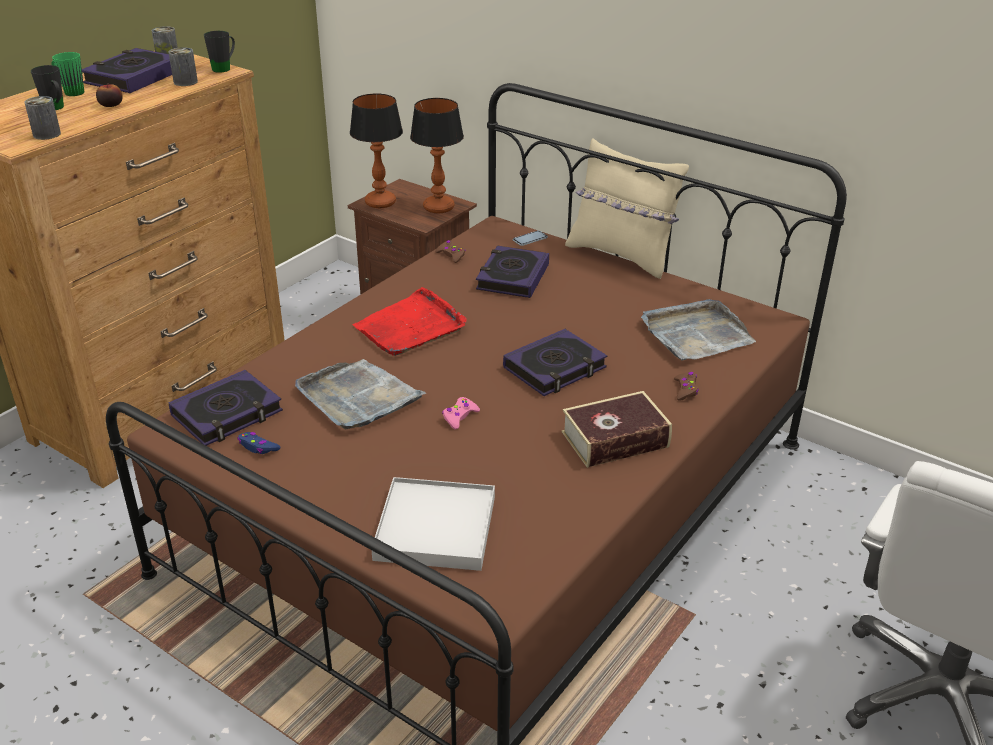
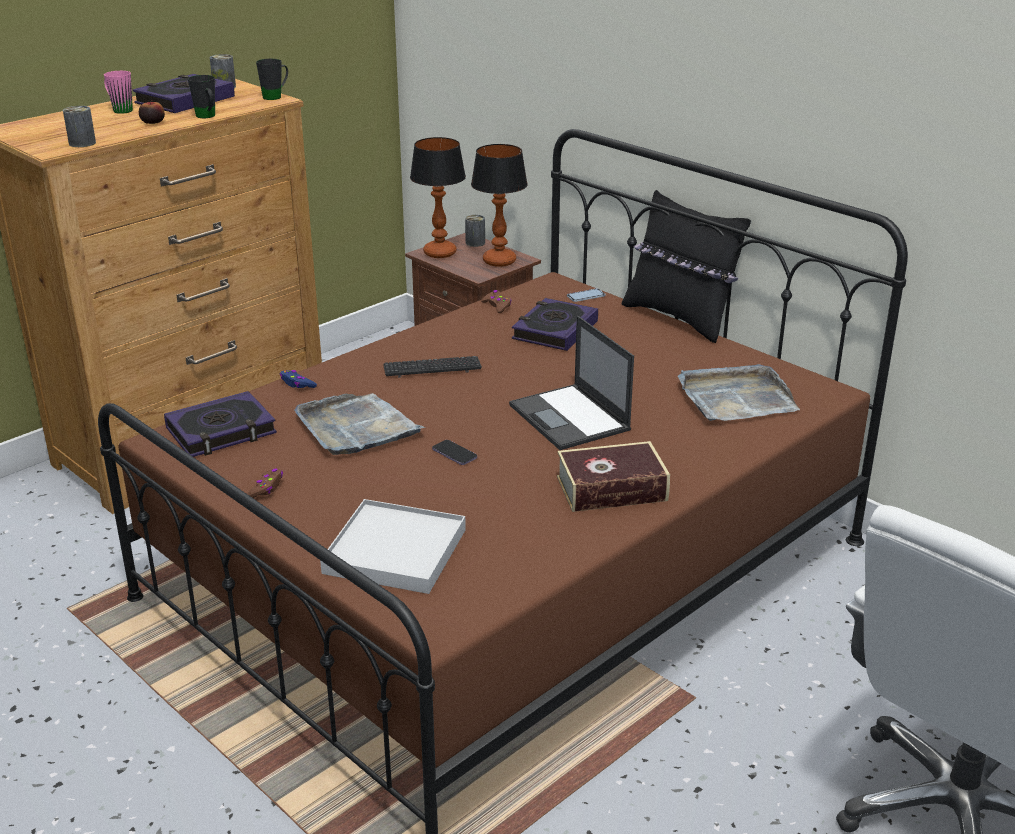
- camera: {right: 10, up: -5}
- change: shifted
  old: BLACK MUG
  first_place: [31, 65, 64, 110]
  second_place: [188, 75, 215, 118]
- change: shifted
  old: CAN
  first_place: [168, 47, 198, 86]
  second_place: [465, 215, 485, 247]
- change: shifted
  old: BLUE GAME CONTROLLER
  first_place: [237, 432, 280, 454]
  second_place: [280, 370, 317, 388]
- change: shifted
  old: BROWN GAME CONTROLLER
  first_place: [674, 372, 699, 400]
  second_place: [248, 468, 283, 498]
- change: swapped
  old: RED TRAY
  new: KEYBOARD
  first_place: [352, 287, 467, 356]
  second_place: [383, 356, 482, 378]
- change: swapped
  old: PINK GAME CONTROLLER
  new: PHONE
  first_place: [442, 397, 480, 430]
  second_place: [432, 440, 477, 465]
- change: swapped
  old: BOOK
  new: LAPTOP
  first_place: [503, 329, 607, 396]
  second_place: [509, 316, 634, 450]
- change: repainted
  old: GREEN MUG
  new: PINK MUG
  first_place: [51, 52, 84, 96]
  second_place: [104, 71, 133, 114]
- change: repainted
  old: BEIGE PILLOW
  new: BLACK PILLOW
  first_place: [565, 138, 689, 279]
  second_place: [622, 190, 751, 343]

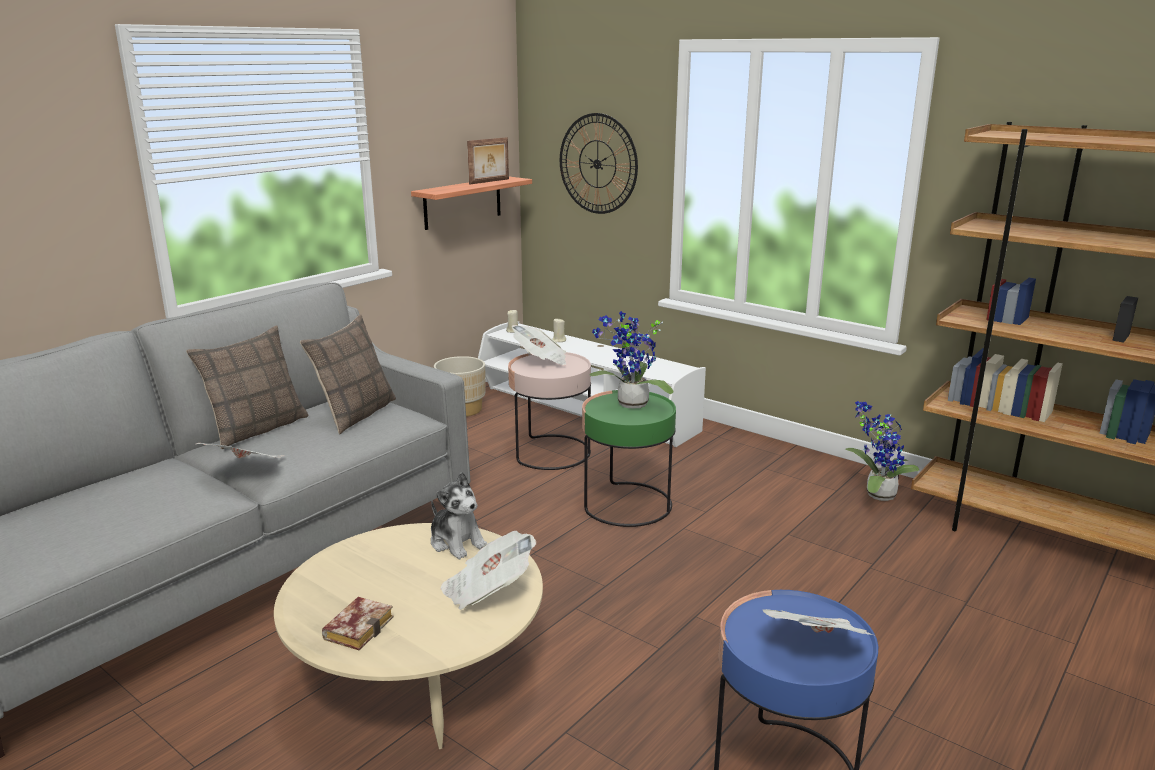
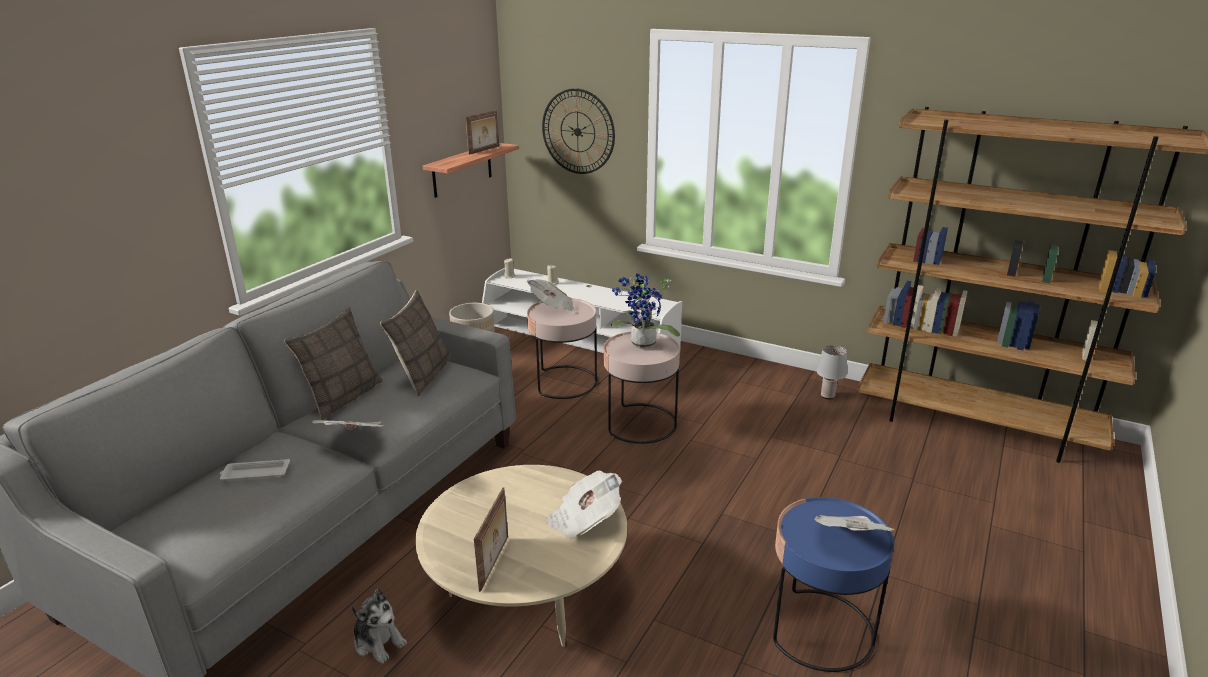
- camera: {right: -10, up: 5}
- change: new
  new: WHITE TRAY
  second_place: [220, 459, 290, 481]
- change: shifted
  old: PLUSH TOY
  first_place: [431, 472, 487, 559]
  second_place: [352, 589, 407, 664]
- change: swapped
  old: BOOK
  new: PICTURE FRAME
  first_place: [322, 597, 393, 651]
  second_place: [474, 487, 508, 592]
- change: swapped
  old: POTTED PLANT
  new: GREY TABLE LAMP
  first_place: [845, 401, 919, 501]
  second_place: [817, 345, 847, 399]
- change: repainted
  old: GREEN SIDE TABLE
  new: PINK SIDE TABLE
  first_place: [582, 390, 676, 527]
  second_place: [604, 331, 680, 444]

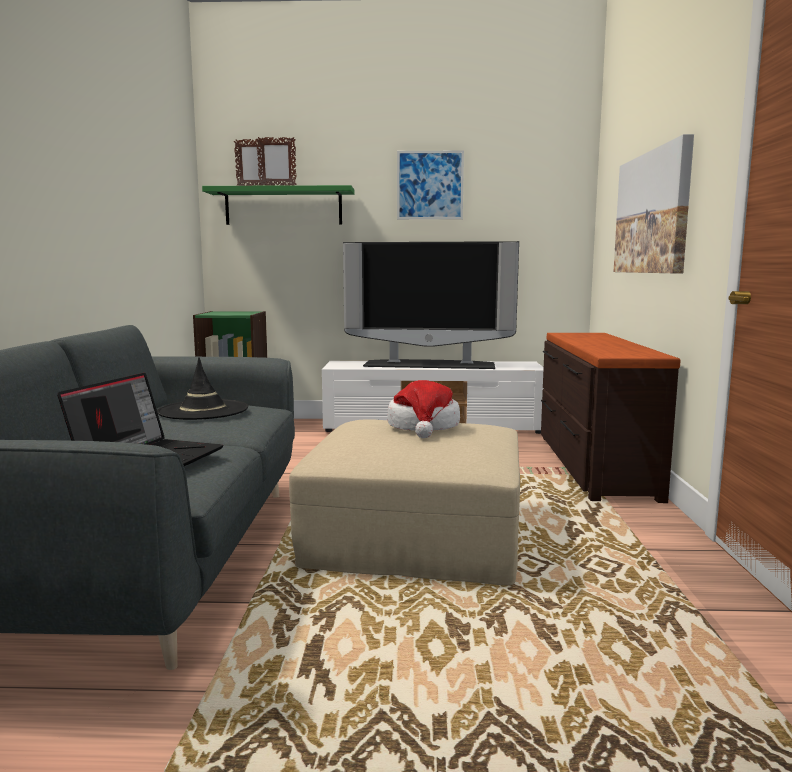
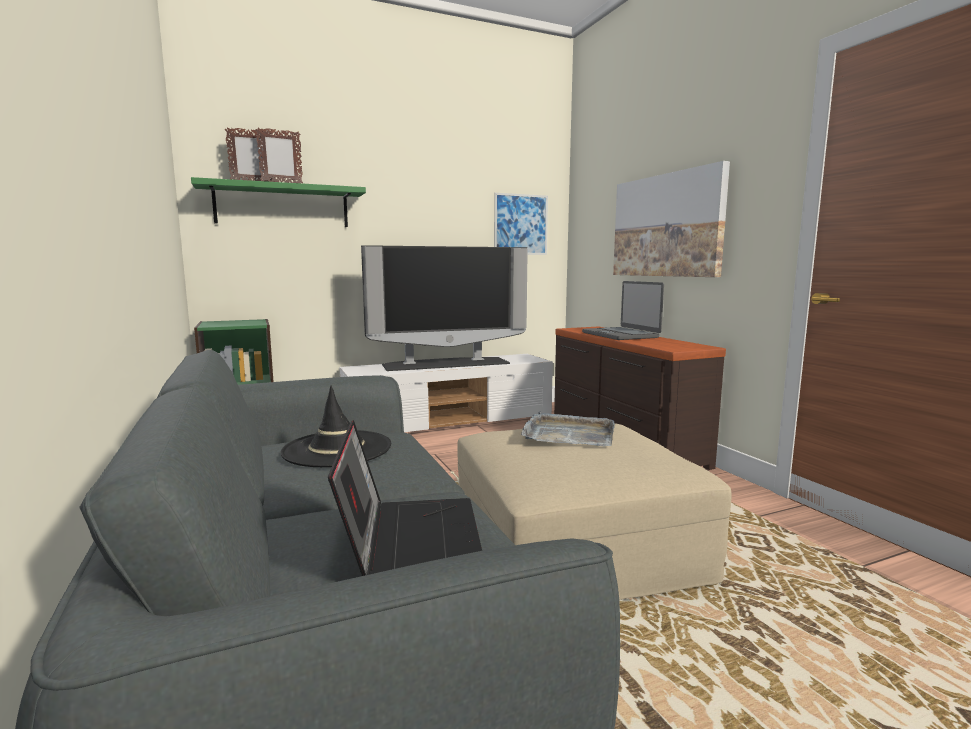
- camera: {right: -25, up: 0}
- change: new
  new: LAPTOP
  second_place: [582, 281, 664, 340]
- change: shifted
  old: PICTURE
  first_place: [397, 151, 464, 219]
  second_place: [494, 193, 548, 255]
- change: swapped
  old: HAT
  new: GREY TRAY
  first_place: [387, 380, 460, 438]
  second_place: [521, 412, 615, 446]

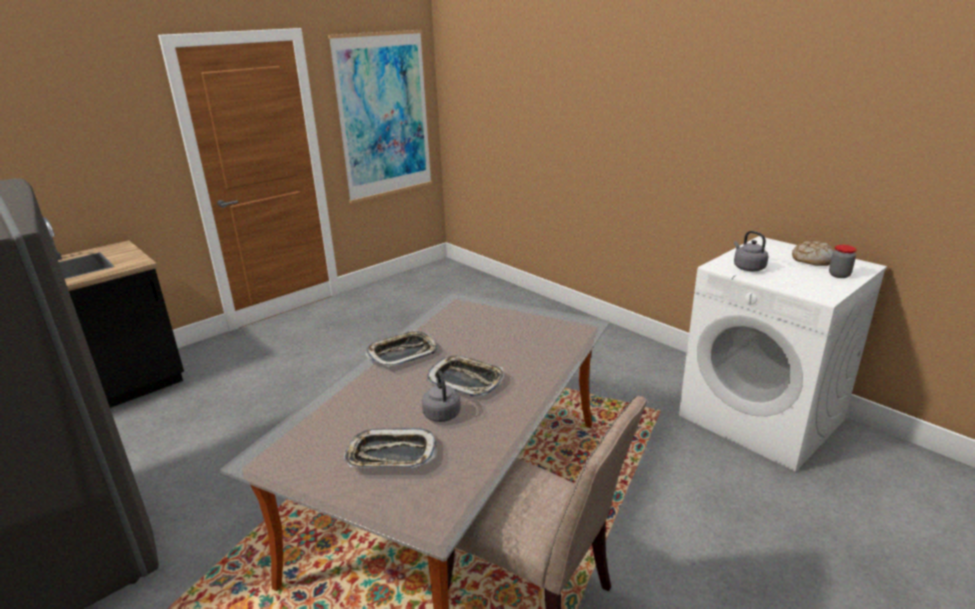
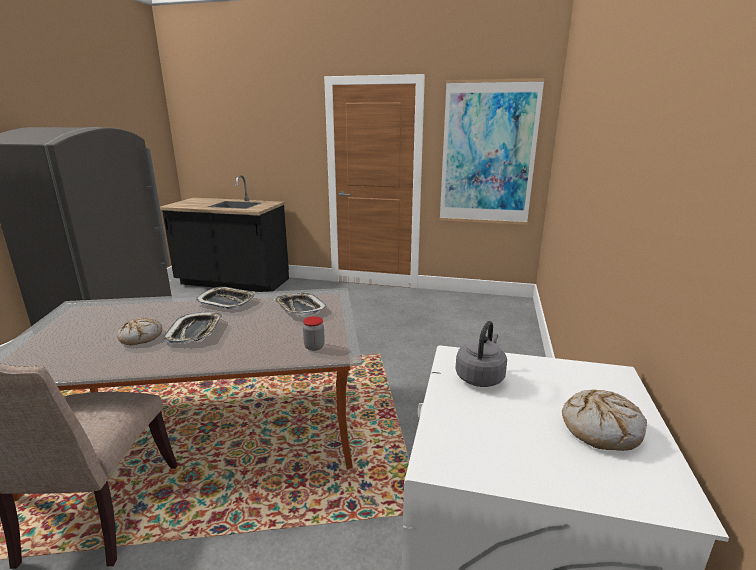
- camera: {right: 55, up: -5}
- change: shifted
  old: TRAY
  first_place: [344, 428, 438, 468]
  second_place: [274, 293, 328, 316]
- change: shifted
  old: JAR
  first_place: [829, 245, 857, 278]
  second_place: [303, 316, 325, 351]
- change: swapped
  old: GREY KETTLE
  new: BREAD
  first_place: [422, 370, 461, 422]
  second_place: [117, 317, 163, 345]

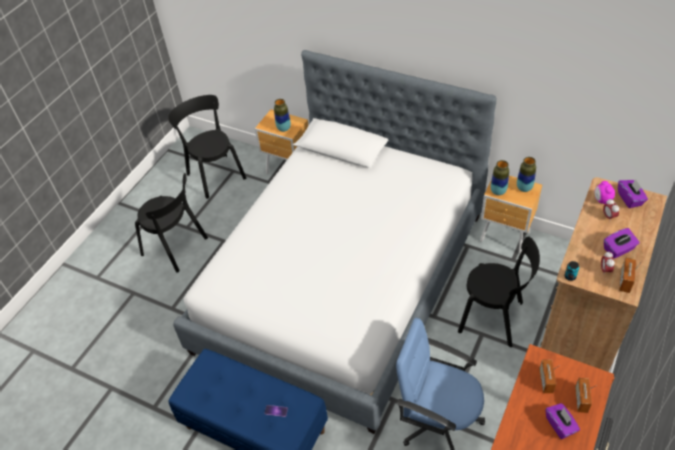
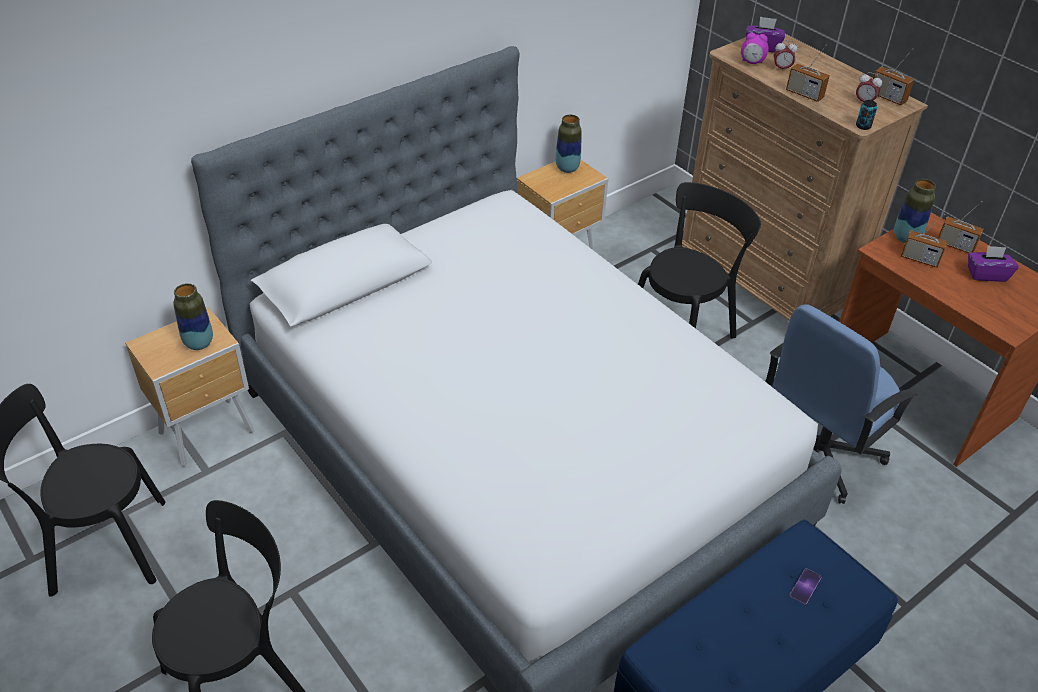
- camera: {right: -70, up: -5}
- change: gone
  old: PURPLE TISSUE BOX
  first_place: [604, 228, 640, 259]
- change: new
  new: RADIO
  second_place: [786, 45, 830, 102]
- change: shifted
  old: VASE
  first_place: [490, 160, 509, 195]
  second_place: [894, 179, 936, 243]

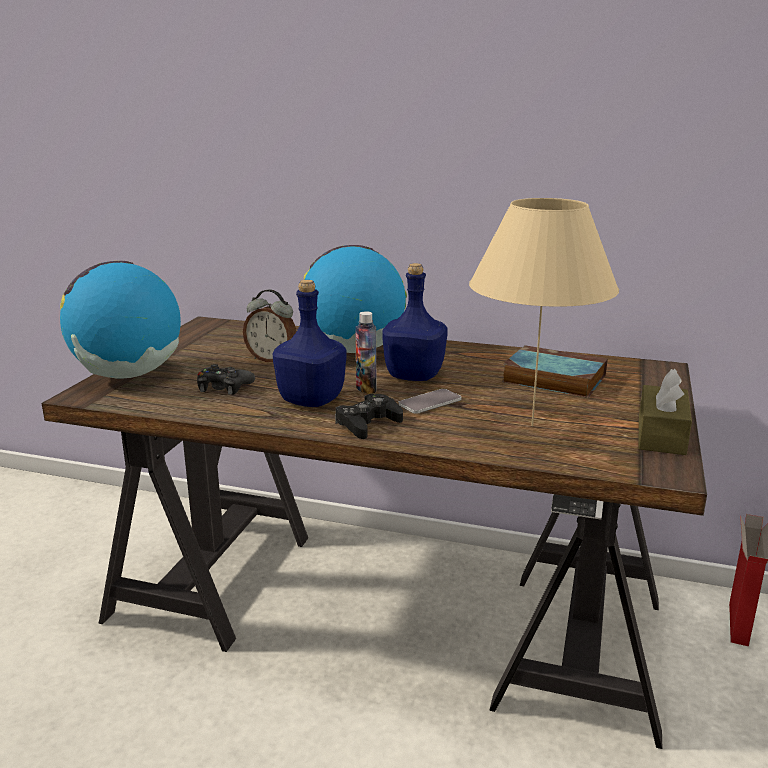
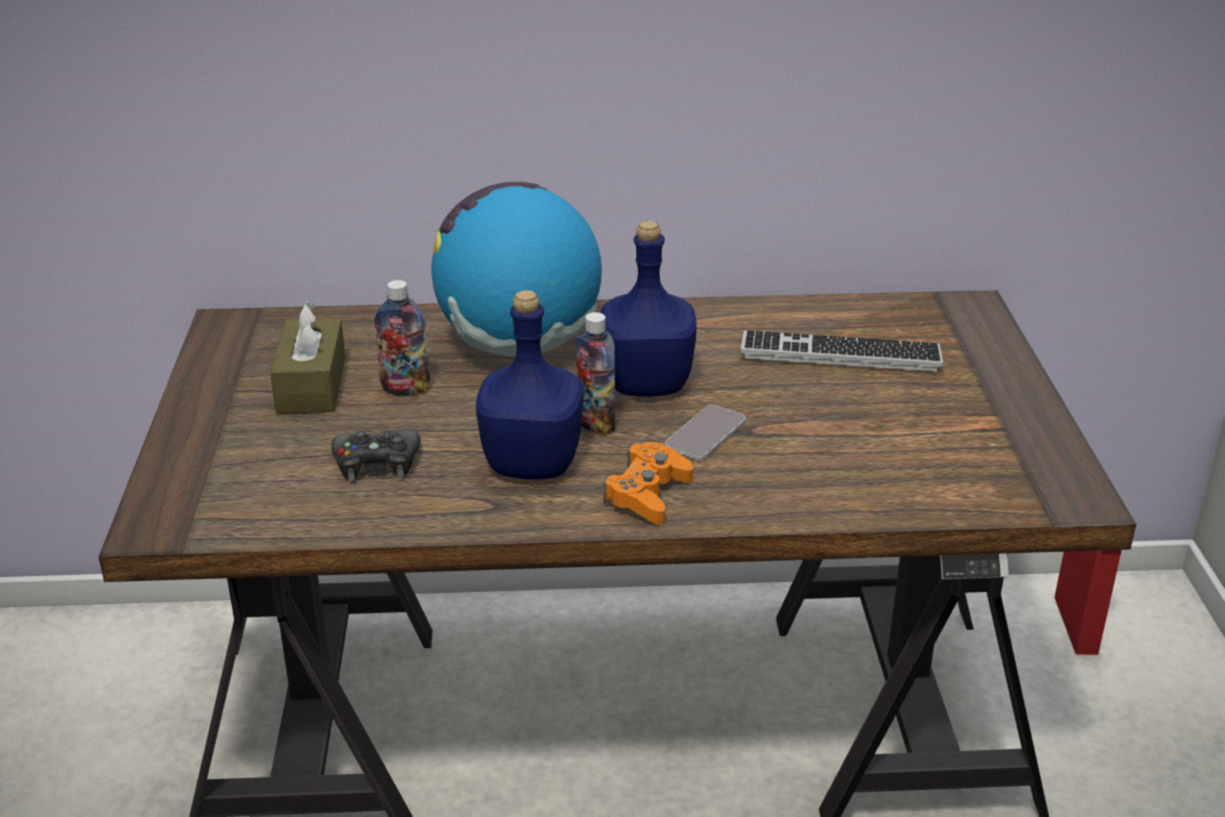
- camera: {right: -20, up: 10}
- change: gone
  old: GLOBE
  first_place: [60, 261, 181, 378]
- change: gone
  old: BEIGE TABLE LAMP
  first_place: [469, 198, 619, 426]
- change: shifted
  old: BROWN TISSUE BOX
  first_place: [638, 369, 692, 455]
  second_place: [270, 301, 346, 413]
- change: swapped
  old: ALARM CLOCK
  new: BOTTLE
  first_place: [243, 289, 297, 362]
  second_place: [374, 280, 430, 396]
- change: swapped
  old: BOOK
  new: KEYBOARD
  first_place: [502, 345, 608, 398]
  second_place: [740, 331, 943, 372]
- change: repainted
  old: BLACK GAME CONTROLLER
  new: ORANGE GAME CONTROLLER
  first_place: [335, 394, 403, 439]
  second_place: [604, 442, 693, 524]

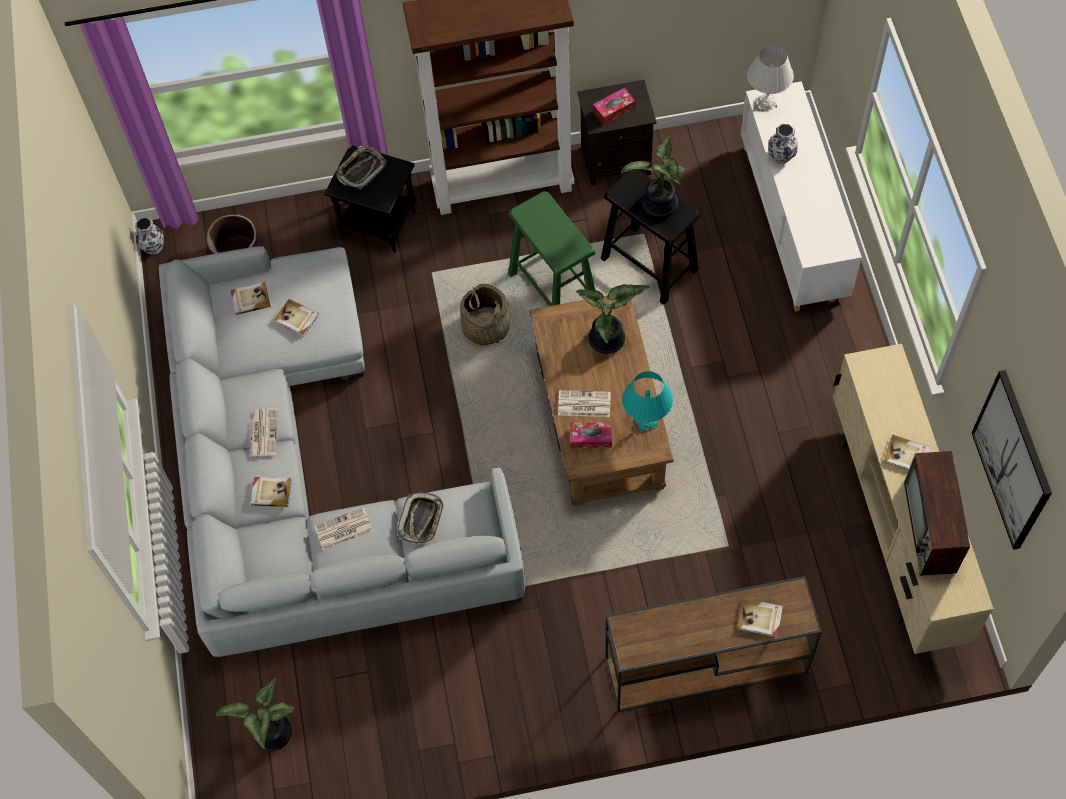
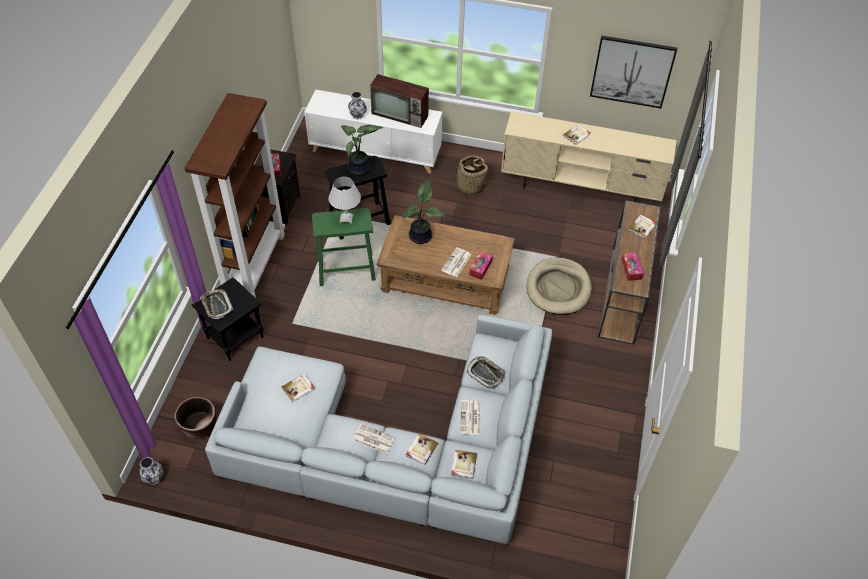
- camera: {right: -70, up: -10}
- change: gone
  old: POTTED PLANT
  first_place: [216, 678, 294, 751]
- change: gone
  old: TURQUOISE TABLE LAMP
  first_place: [622, 371, 673, 432]
- change: new
  new: BEIGE DOG BED
  second_place: [526, 257, 592, 315]
- change: new
  new: TISSUE BOX
  second_place: [621, 253, 643, 281]
- change: shifted
  old: BOOK
  first_place: [231, 282, 271, 315]
  second_place: [451, 449, 477, 479]
- change: shifted
  old: BASKET
  first_place: [460, 284, 510, 345]
  second_place: [455, 155, 488, 195]
- change: shifted
  old: WHITE TABLE LAMP
  first_place: [747, 46, 794, 112]
  second_place: [328, 176, 361, 224]
- change: shifted
  old: TELEVISION
  first_place: [904, 451, 970, 576]
  second_place: [370, 74, 429, 128]

